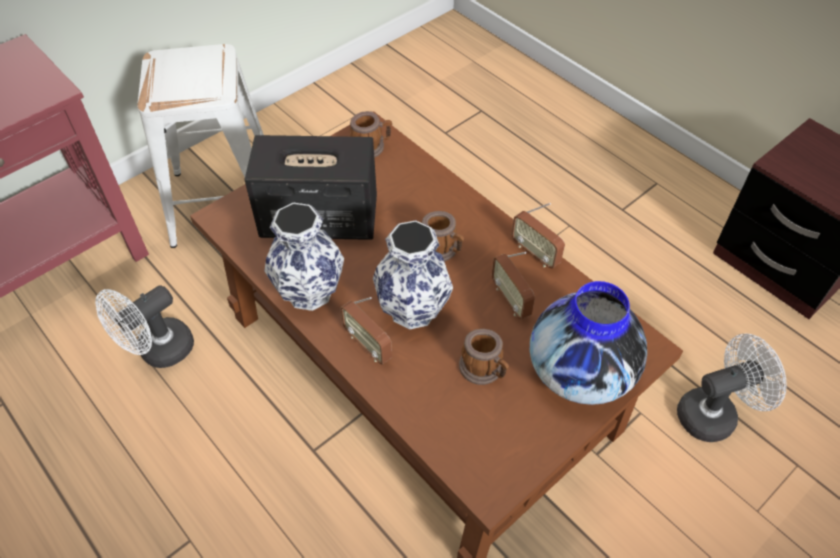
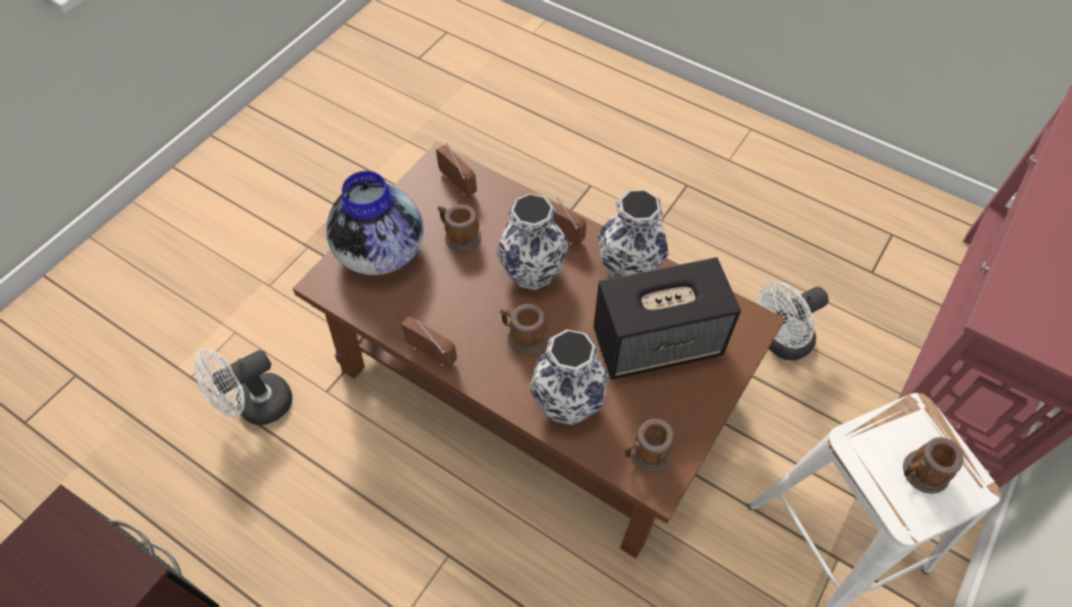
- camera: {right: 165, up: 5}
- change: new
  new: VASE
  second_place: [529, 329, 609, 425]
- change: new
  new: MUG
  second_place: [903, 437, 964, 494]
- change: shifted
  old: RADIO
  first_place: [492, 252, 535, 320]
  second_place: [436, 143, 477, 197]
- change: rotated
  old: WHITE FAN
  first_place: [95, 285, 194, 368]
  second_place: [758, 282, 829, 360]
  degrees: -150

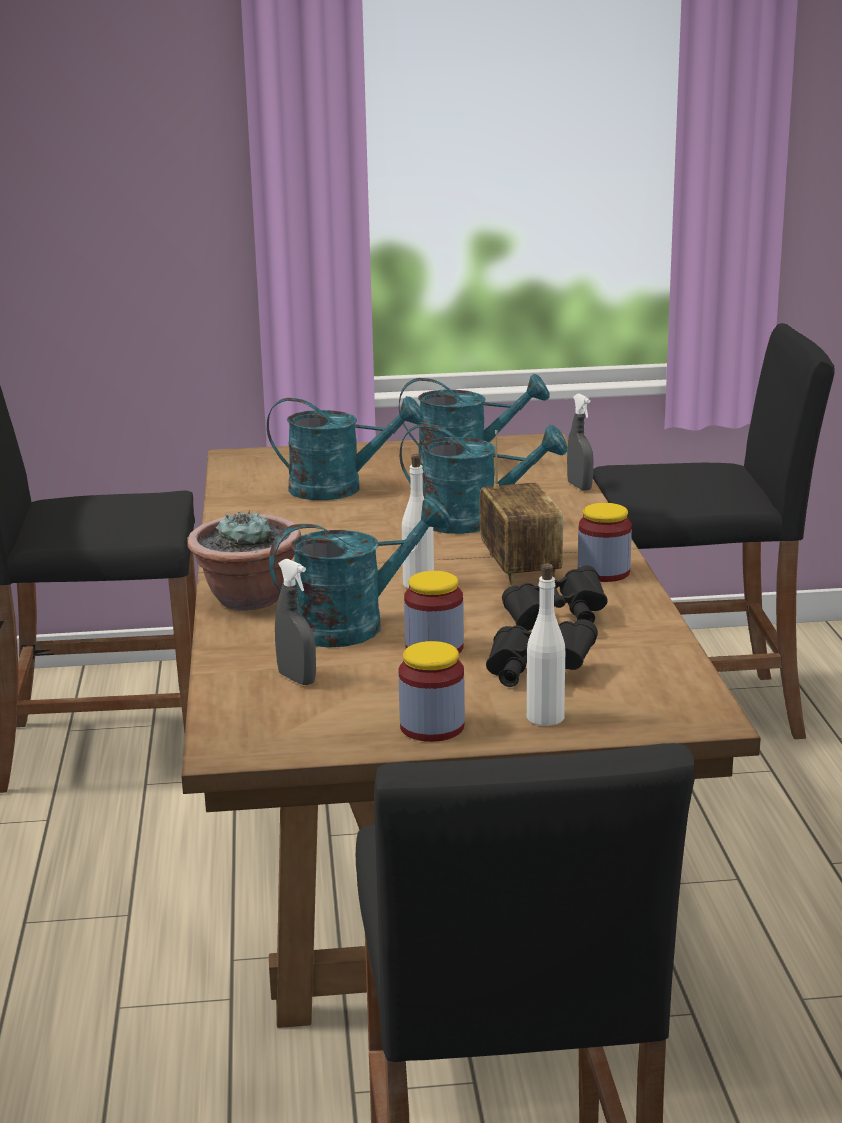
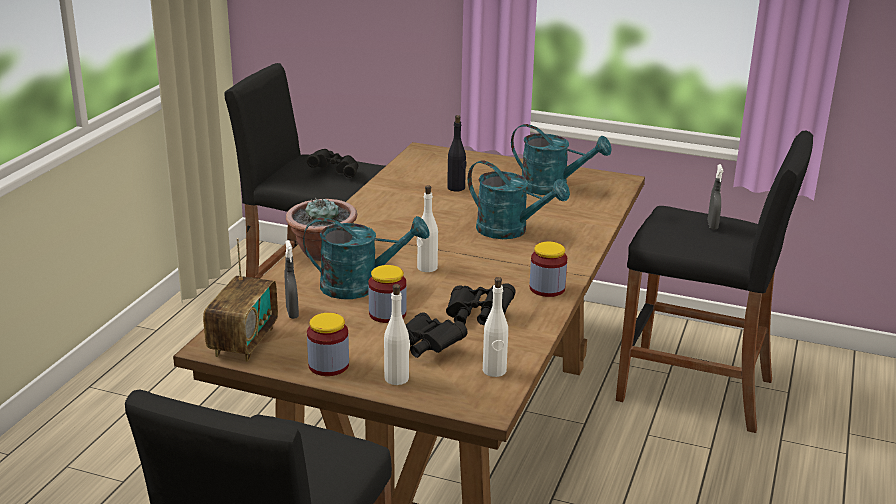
- camera: {right: 25, up: 5}
- change: new
  new: BLACK BINOCULARS
  second_place: [307, 149, 358, 178]
- change: new
  new: WHITE BOTTLE
  second_place: [483, 277, 508, 377]
- change: shifted
  old: RADIO
  first_place: [480, 430, 563, 585]
  second_place: [203, 238, 278, 362]
- change: shifted
  old: GREY SPRAY BOTTLE
  first_place: [567, 394, 594, 491]
  second_place: [708, 164, 723, 230]
- change: swapped
  old: TURQUOISE WATERING CAN
  new: BLACK BOTTLE
  first_place: [267, 396, 424, 500]
  second_place: [447, 115, 467, 192]

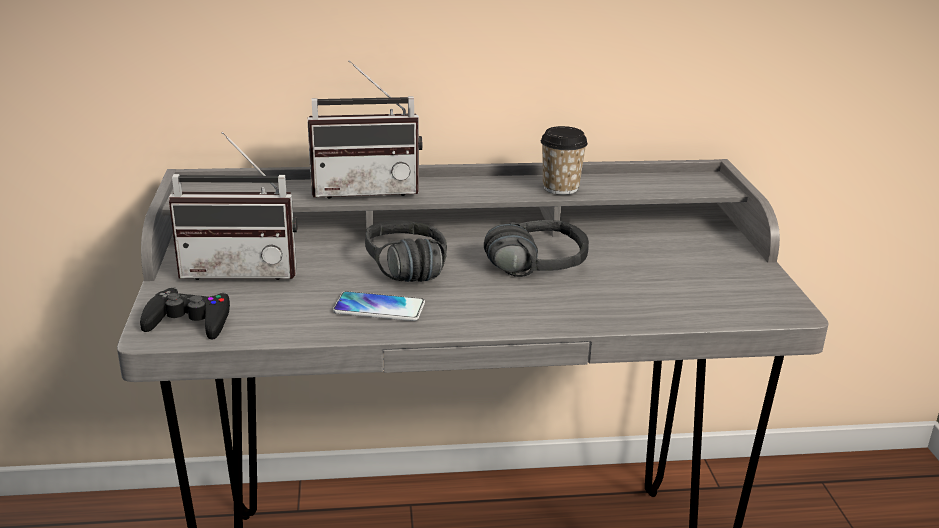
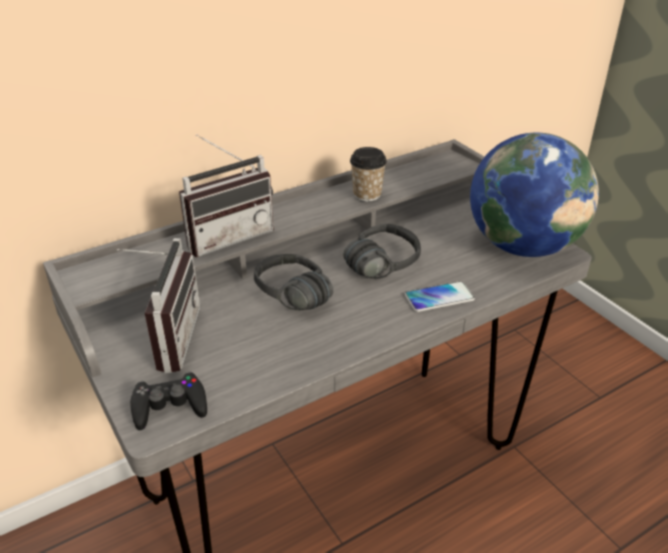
- camera: {right: -25, up: 10}
- change: new
  new: GLOBE
  second_place: [470, 133, 599, 257]
- change: shifted
  old: PHONE
  first_place: [333, 291, 425, 321]
  second_place: [405, 281, 475, 312]
- change: rotated
  old: RADIO
  first_place: [169, 132, 298, 280]
  second_place: [117, 238, 200, 373]
  degrees: -60

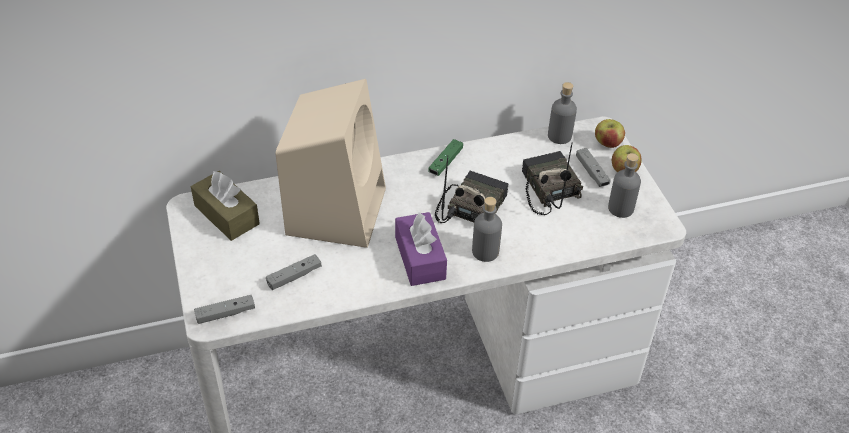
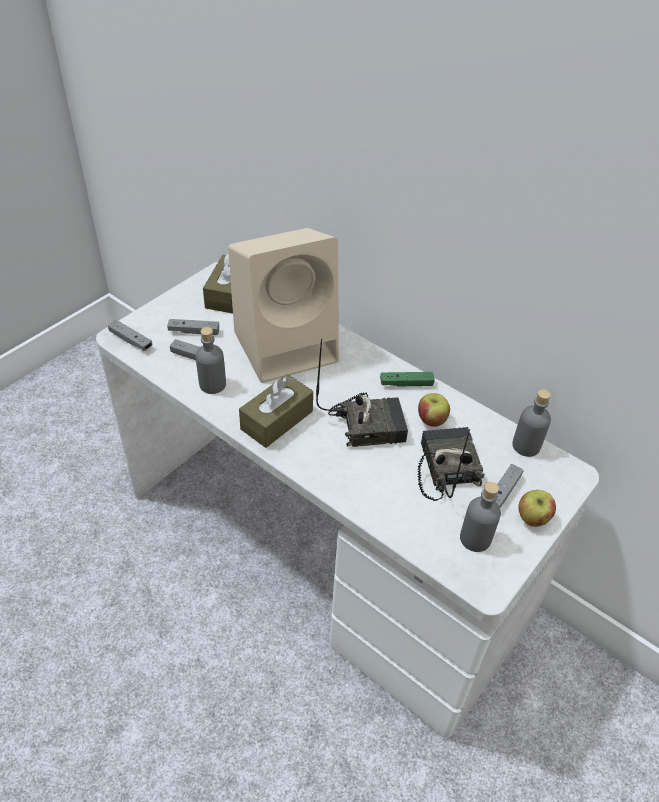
- camera: {right: 55, up: 0}
- change: new
  new: GREY GAME CONTROLLER
  second_place: [167, 319, 219, 335]
- change: shifted
  old: GREY BOTTLE
  first_place: [472, 197, 502, 262]
  second_place: [195, 327, 226, 394]
- change: shifted
  old: APPLE
  first_place: [595, 119, 625, 148]
  second_place: [418, 393, 450, 427]
- change: repainted
  old: PURPLE TISSUE BOX
  new: BROWN TISSUE BOX
  first_place: [395, 212, 447, 286]
  second_place: [239, 374, 313, 448]
- change: rotated
  old: RADIO
  first_place: [522, 142, 583, 215]
  second_place: [418, 427, 484, 501]
  degrees: -45

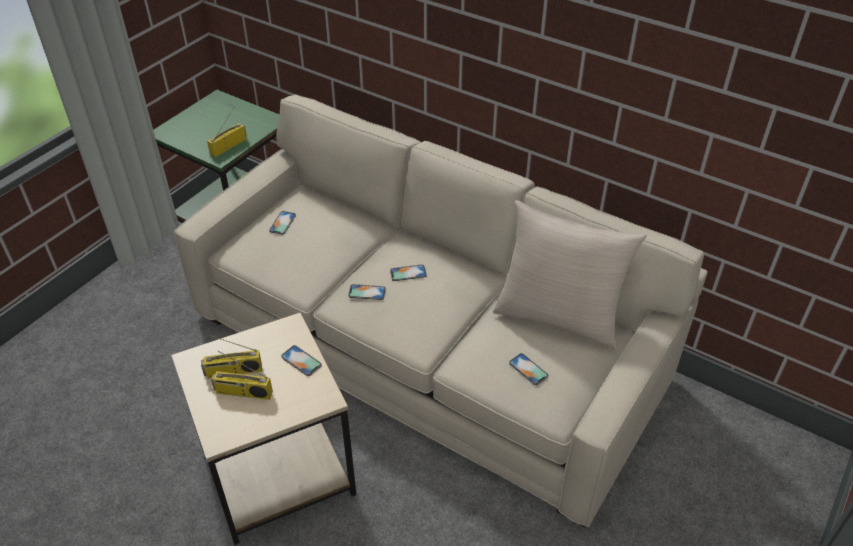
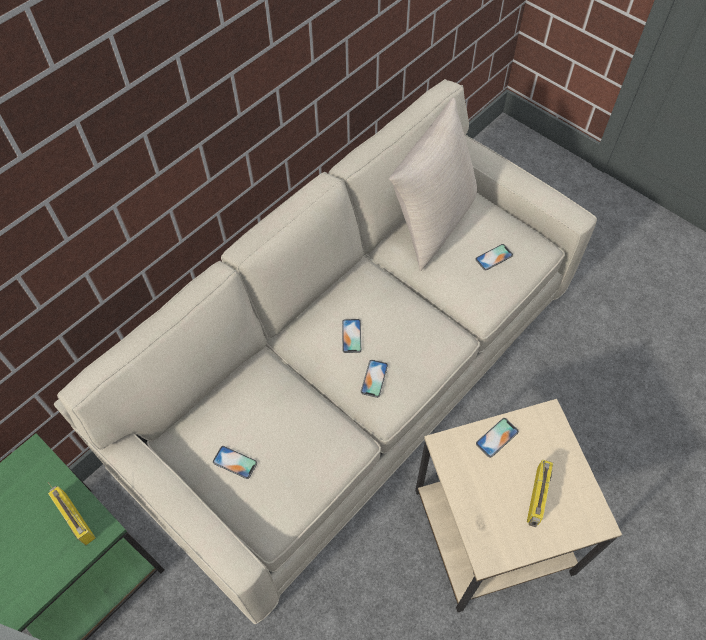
- camera: {right: -80, up: 15}
- change: gone
  old: RADIO
  first_place: [201, 334, 262, 378]

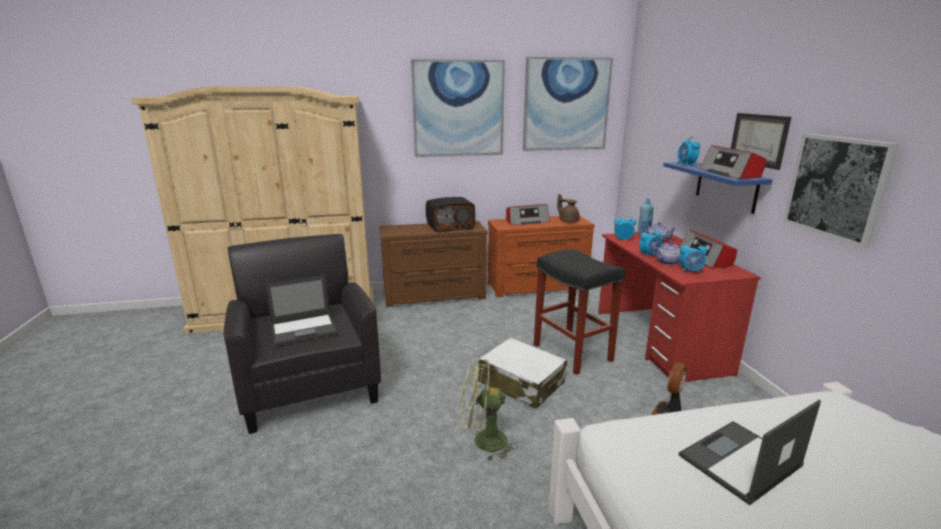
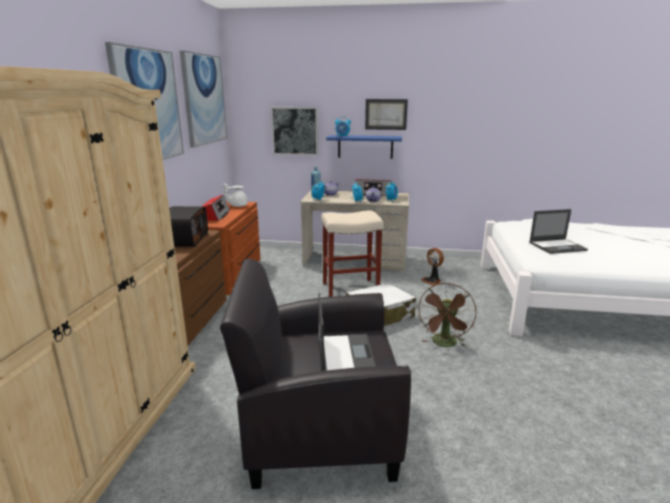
- camera: {right: -70, up: 0}
- change: gone
  old: RADIO
  first_place: [699, 145, 766, 179]
- change: shifted
  old: PICTURE
  first_place: [783, 134, 900, 248]
  second_place: [271, 107, 318, 156]
- change: repainted
  old: GREEN FAN
  new: BROWN FAN
  first_place: [460, 358, 518, 461]
  second_place: [418, 283, 477, 347]
- change: repainted
  old: BLACK STOOL
  new: BEIGE STOOL
  first_place: [534, 249, 625, 375]
  second_place: [321, 210, 384, 297]
- change: repainted
  old: BROWN TEAPOT
  new: WHITE TEAPOT
  first_place: [557, 194, 580, 223]
  second_place: [224, 184, 248, 207]
- change: repainted
  old: RED DESK
  new: BEIGE DESK
  first_place: [598, 232, 761, 382]
  second_place: [300, 190, 409, 272]
- change: rotated
  old: LAPTOP
  first_place: [679, 400, 821, 505]
  second_place: [529, 209, 588, 254]
  degrees: -90

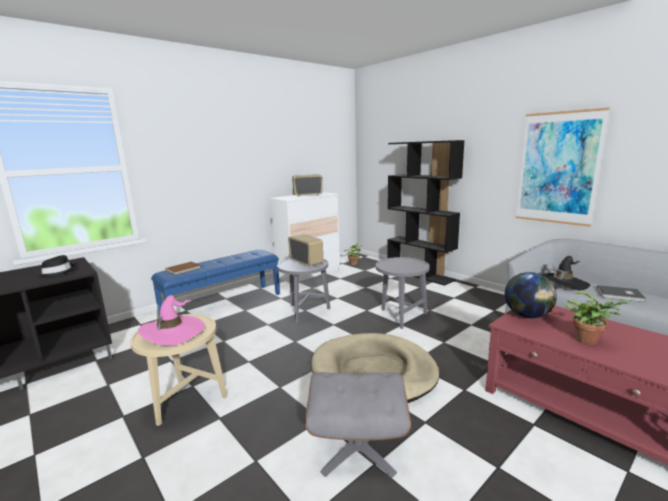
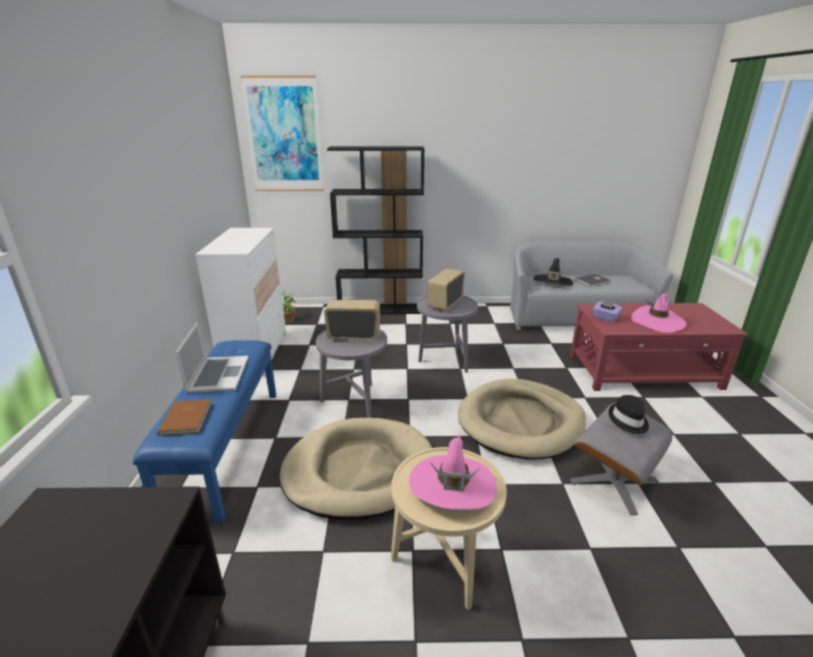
- camera: {right: -50, up: 10}
- change: new
  new: LAPTOP
  second_place: [176, 322, 249, 393]
- change: new
  new: BEIGE DOG BED
  second_place: [280, 418, 432, 520]
- change: shifted
  old: BLACK HAT
  first_place: [38, 255, 74, 278]
  second_place: [609, 395, 649, 434]
- change: shifted
  old: RADIO
  first_place: [292, 174, 323, 196]
  second_place: [428, 268, 465, 310]
- change: shifted
  old: PICTURE
  first_place: [515, 107, 610, 227]
  second_place: [241, 75, 324, 191]
- change: swapped
  old: GLOBE
  new: PURPLE TISSUE BOX
  first_place: [505, 272, 557, 318]
  second_place: [593, 300, 623, 322]
- change: swapped
  old: POTTED PLANT
  new: PINK HAT
  first_place: [565, 291, 633, 345]
  second_place: [631, 293, 686, 333]

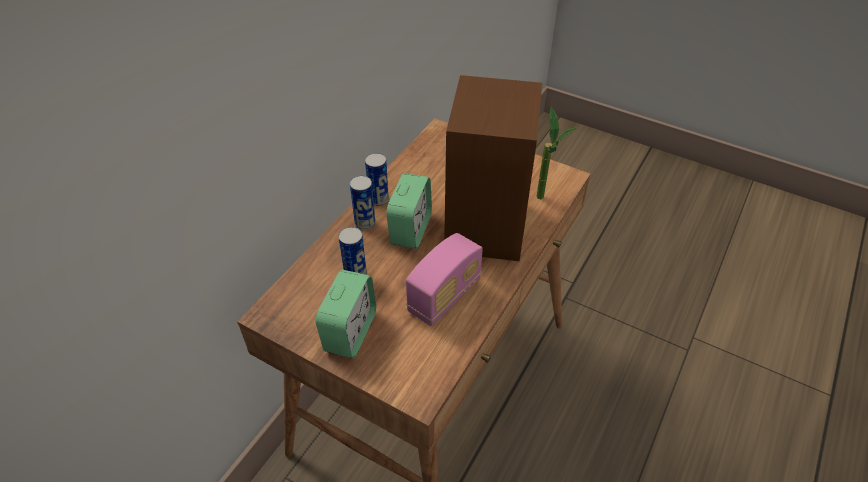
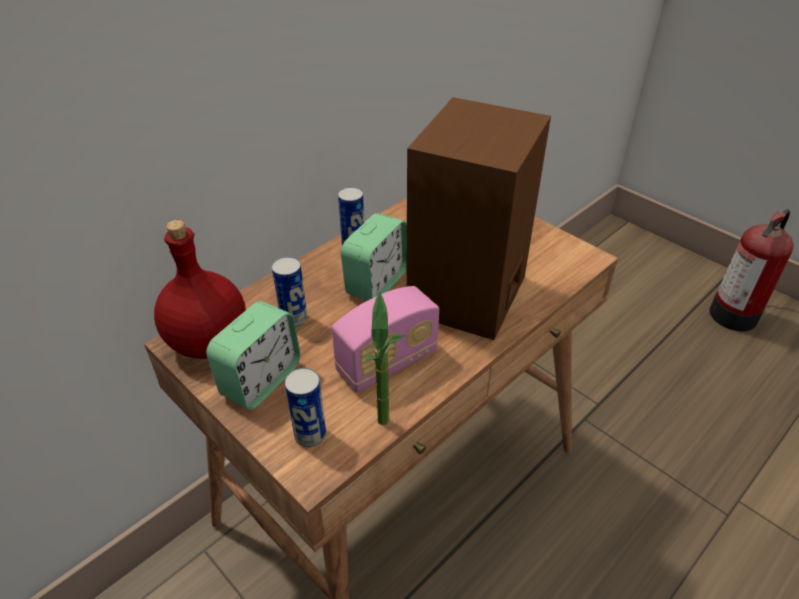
- camera: {right: 15, up: -5}
- change: new
  new: RED BOTTLE
  second_place: [154, 220, 246, 359]
- change: new
  new: FIRE EXTINGUISHER
  second_place: [710, 209, 794, 331]
- change: shifted
  old: CAN
  first_place: [350, 175, 375, 230]
  second_place: [285, 368, 326, 447]
- change: shifted
  old: POTTED PLANT
  first_place: [536, 107, 576, 199]
  second_place: [365, 292, 405, 425]

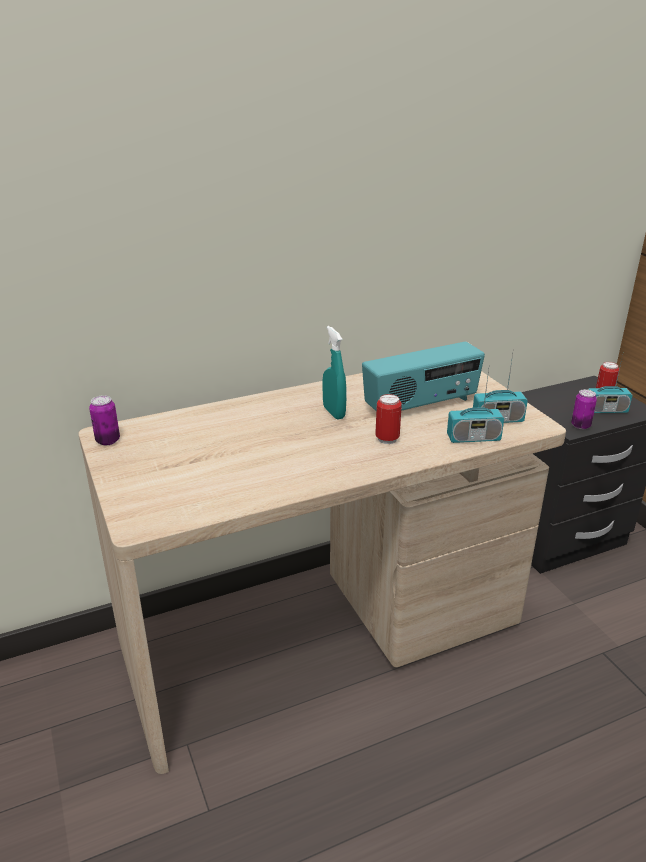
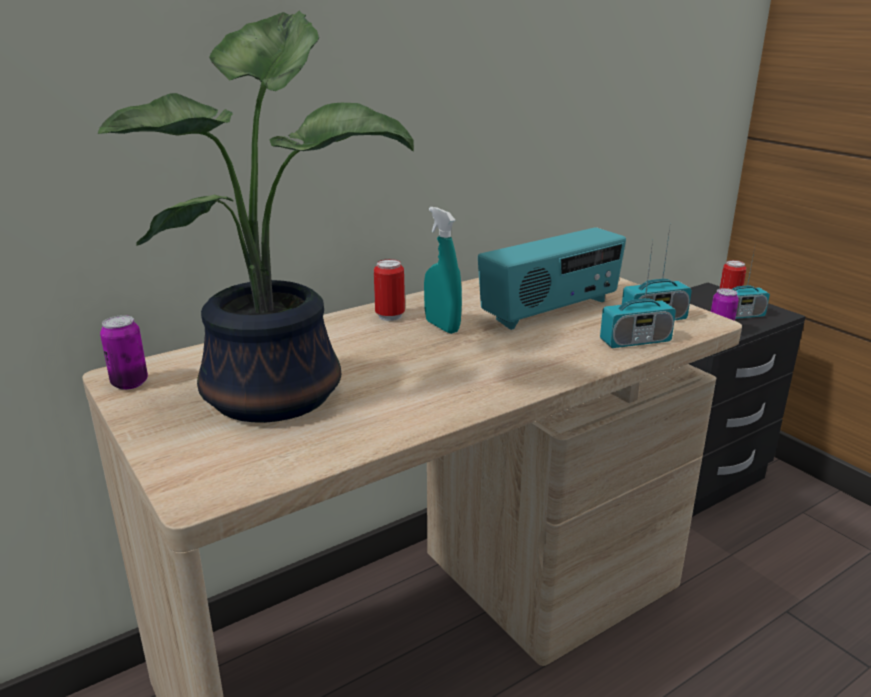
- camera: {right: -10, up: -5}
- change: new
  new: POTTED PLANT
  second_place: [98, 10, 414, 423]
- change: shifted
  old: CAN
  first_place: [375, 394, 402, 444]
  second_place: [374, 259, 405, 321]

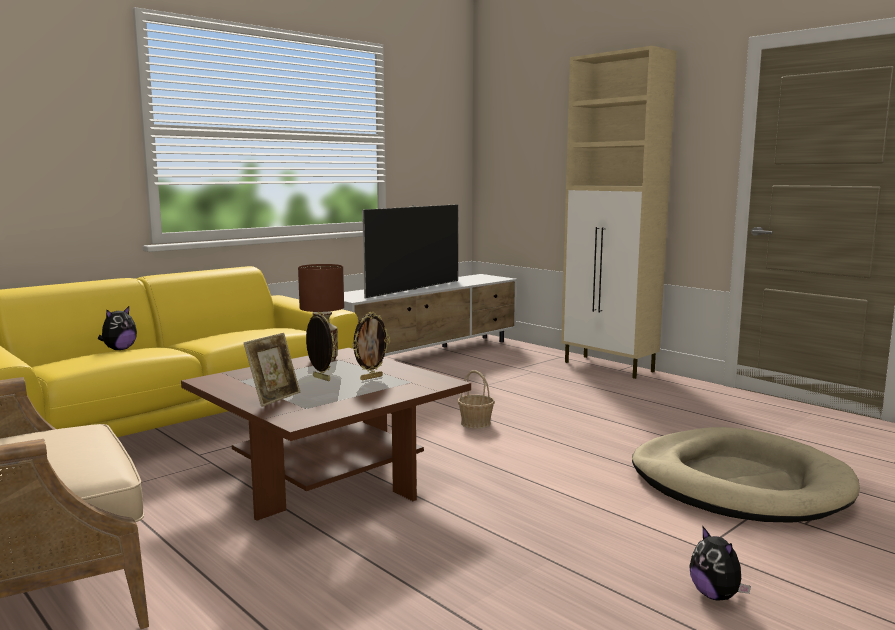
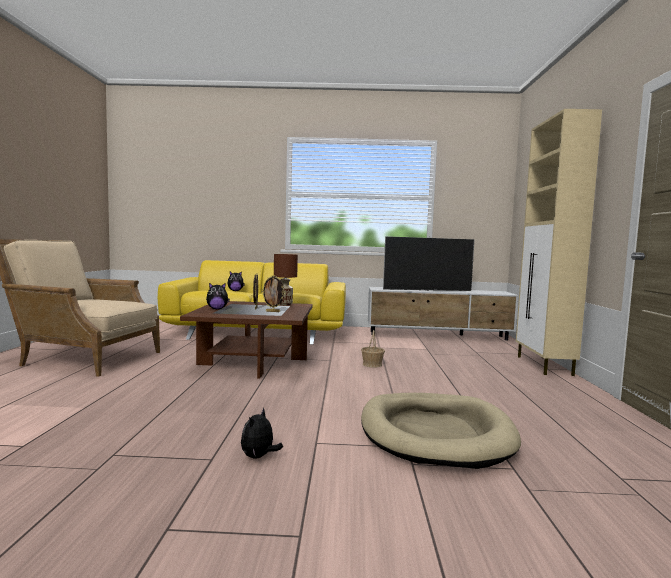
- camera: {right: 45, up: -5}
- change: swapped
  old: PICTURE FRAME
  new: PLUSH TOY
  first_place: [244, 333, 300, 407]
  second_place: [206, 283, 230, 309]

